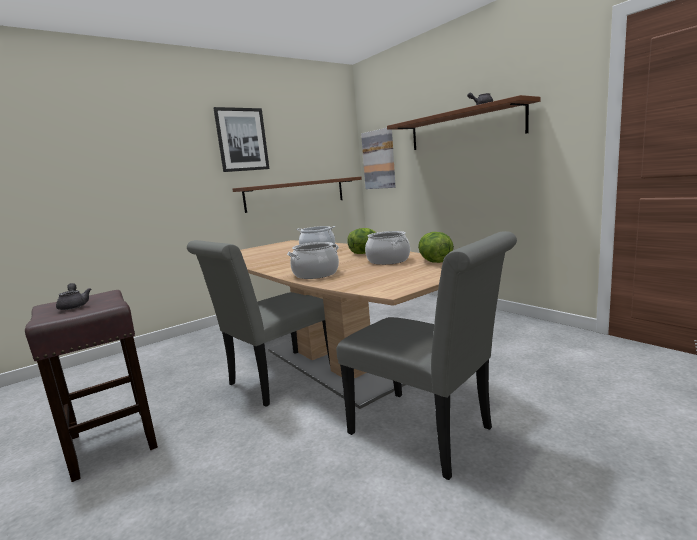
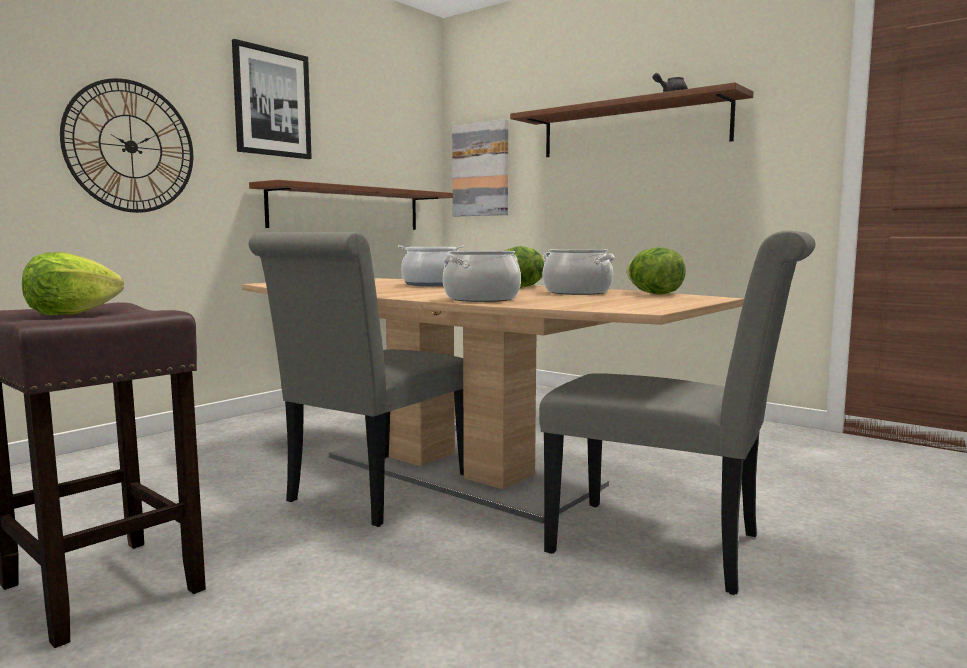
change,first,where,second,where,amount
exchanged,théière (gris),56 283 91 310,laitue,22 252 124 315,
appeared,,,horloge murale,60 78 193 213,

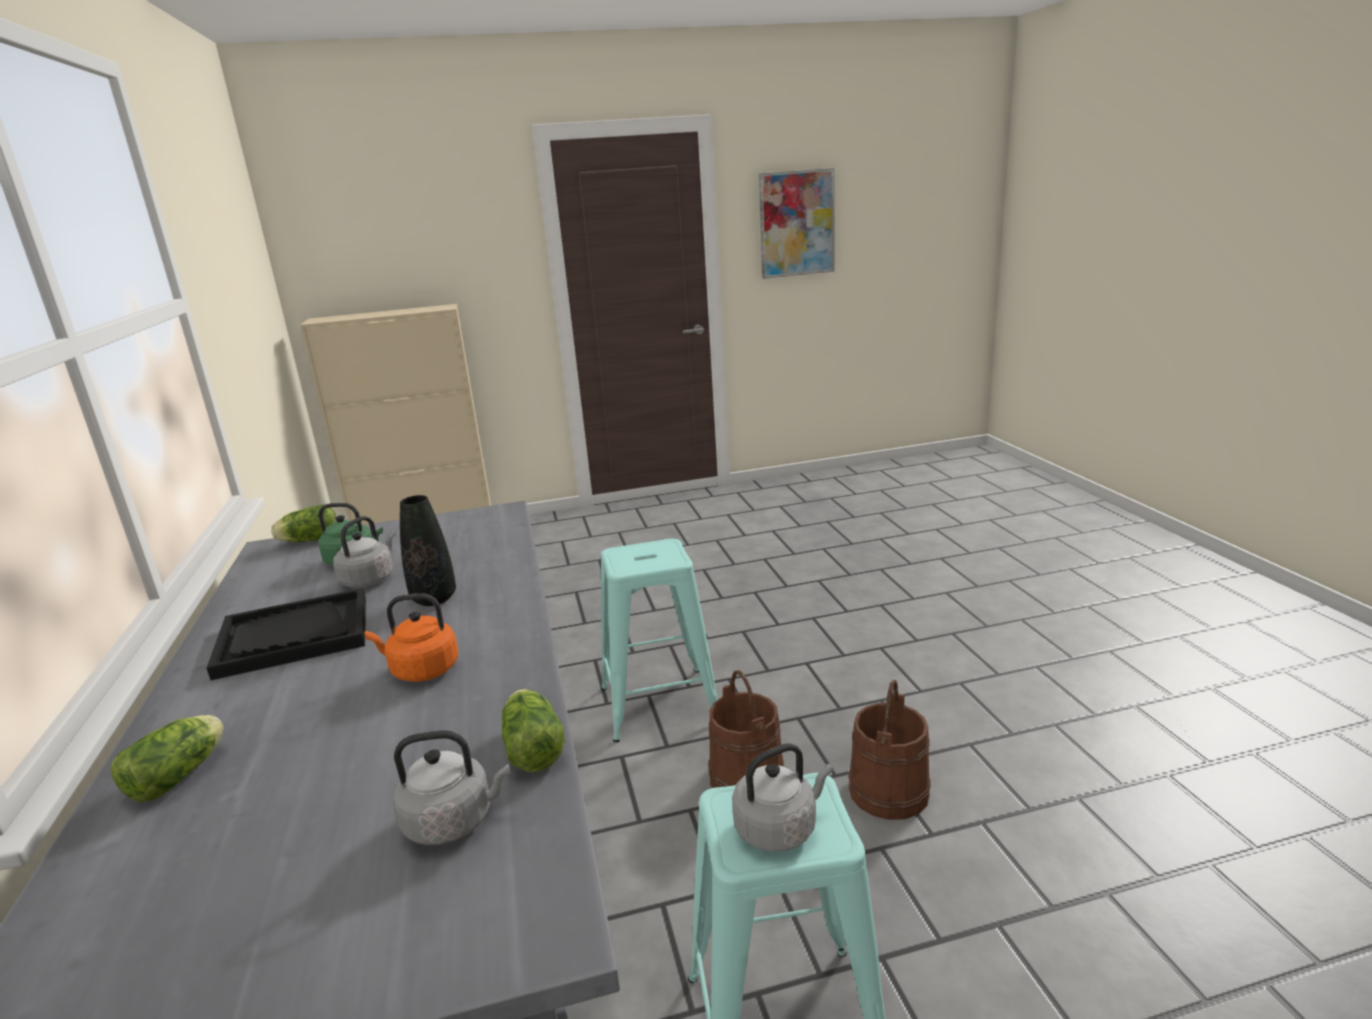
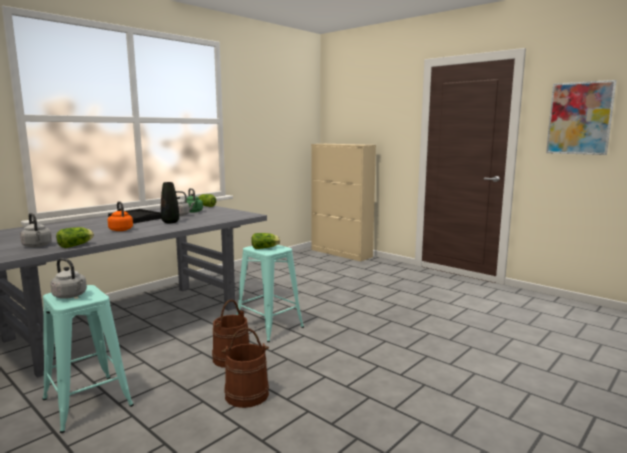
change,first,where,second,where,amount
relocated,laitue,110 715 223 802,,251 233 280 249,

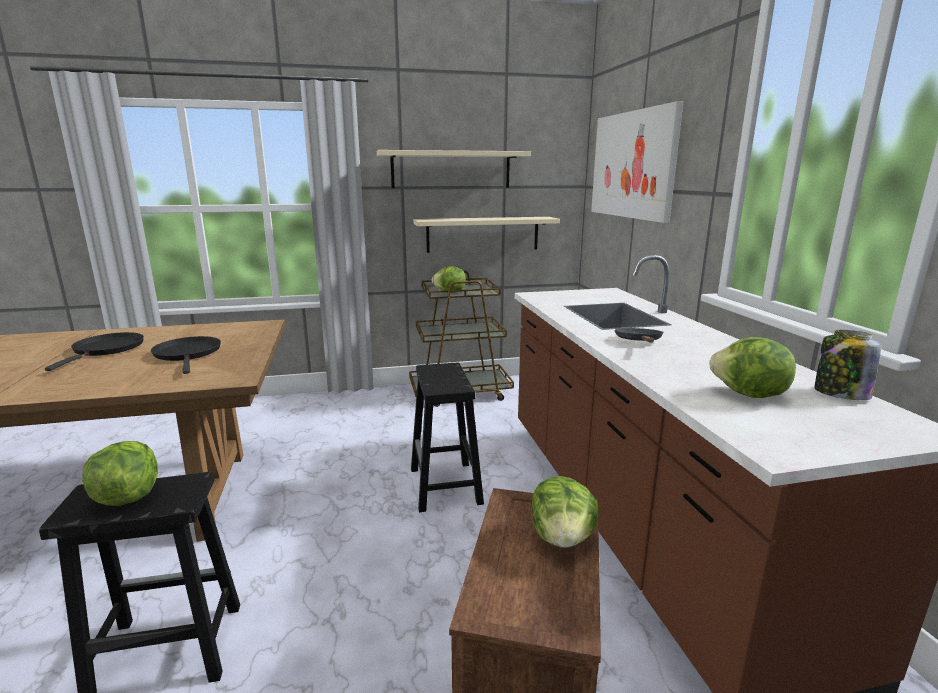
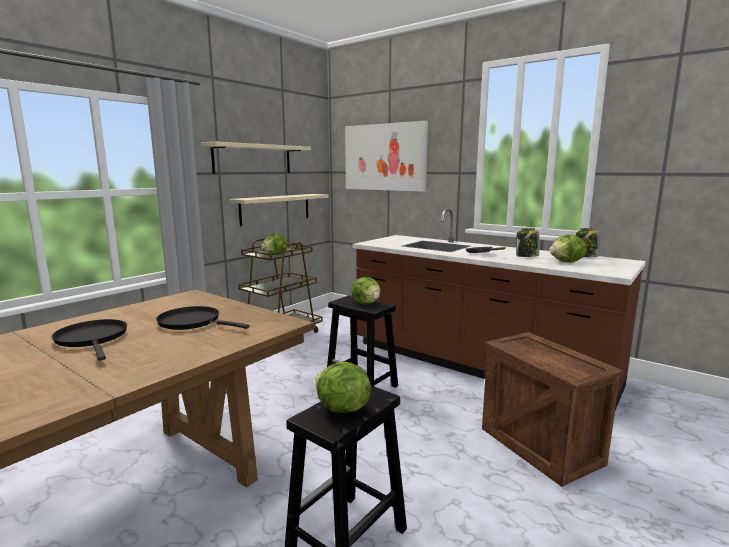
change,first,where,second,where,amount
relocated,laitue,532 476 599 548,,351 277 381 304,
appeared,,,bocal,516 228 539 257,

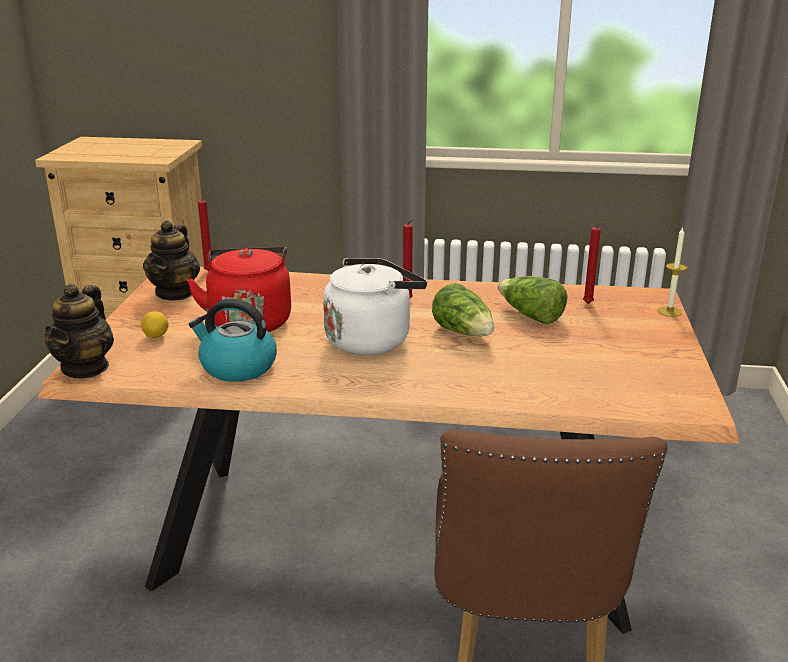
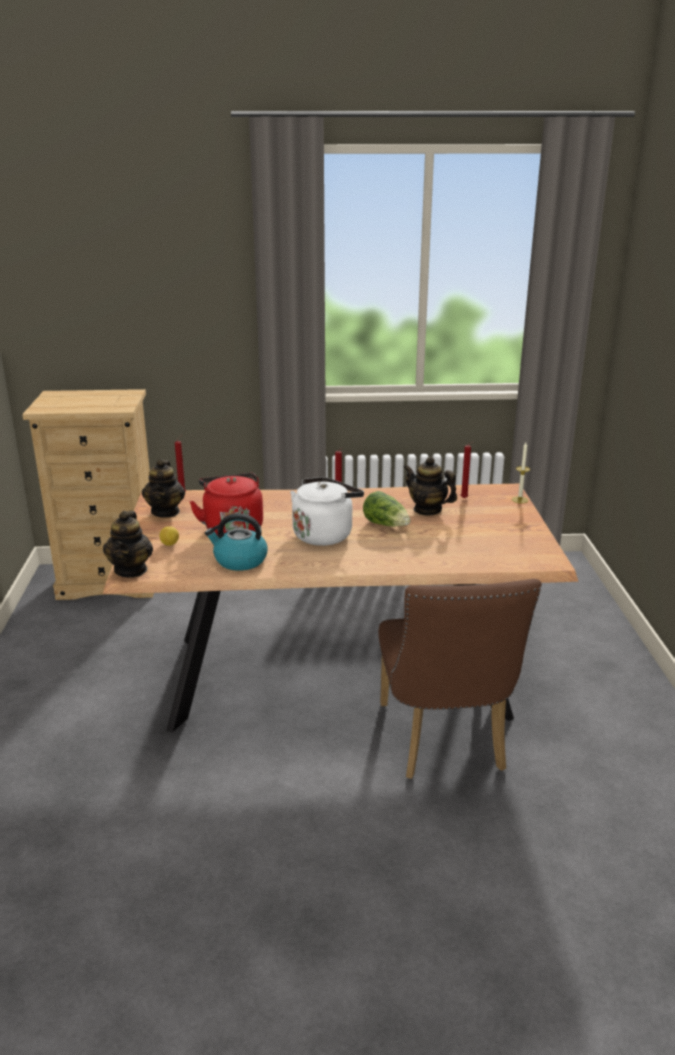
change,first,where,second,where,amount
exchanged,laitue,498 276 567 324,théière,403 457 457 516,

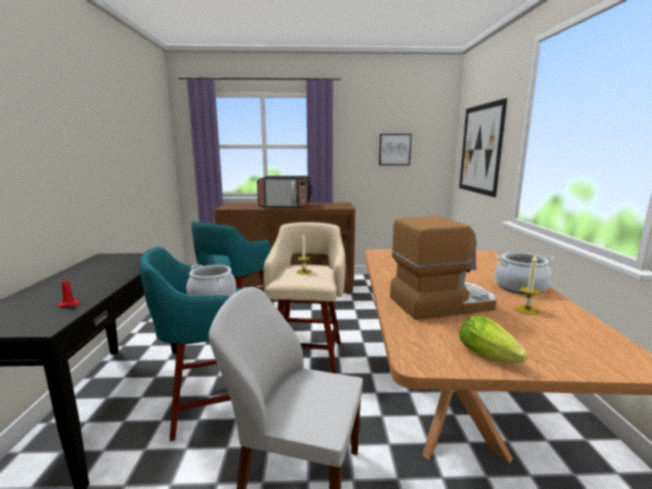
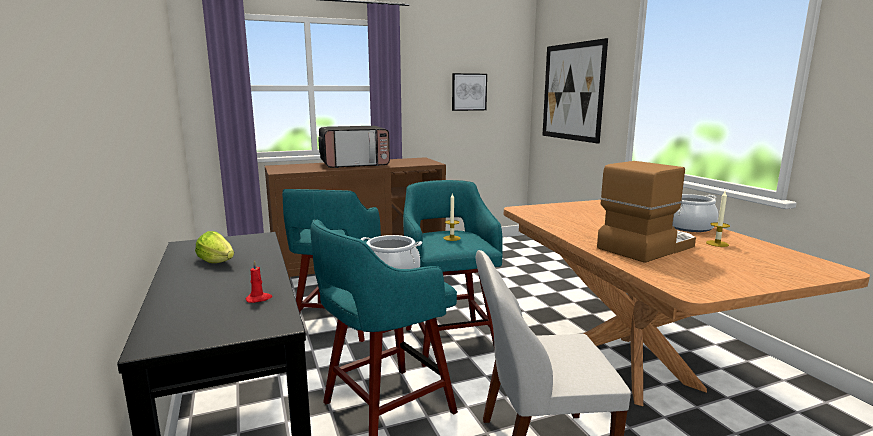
change,first,where,second,where,amount
colour,tabouret (beige),263 222 345 374,tabouret (turquoise),403 180 503 367,
relocated,laitue,459 316 528 363,,195 231 234 263,

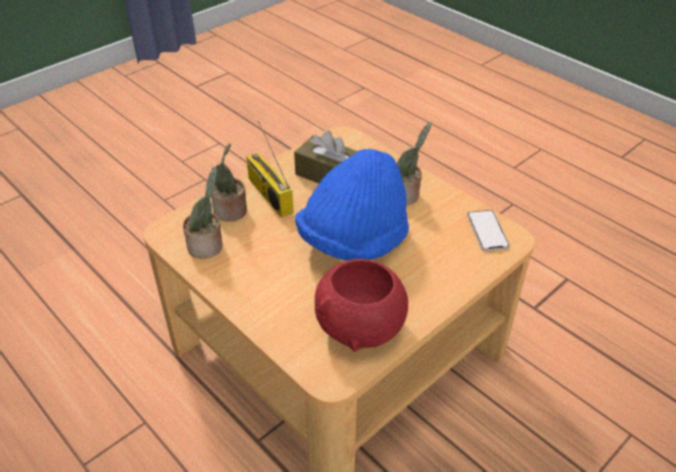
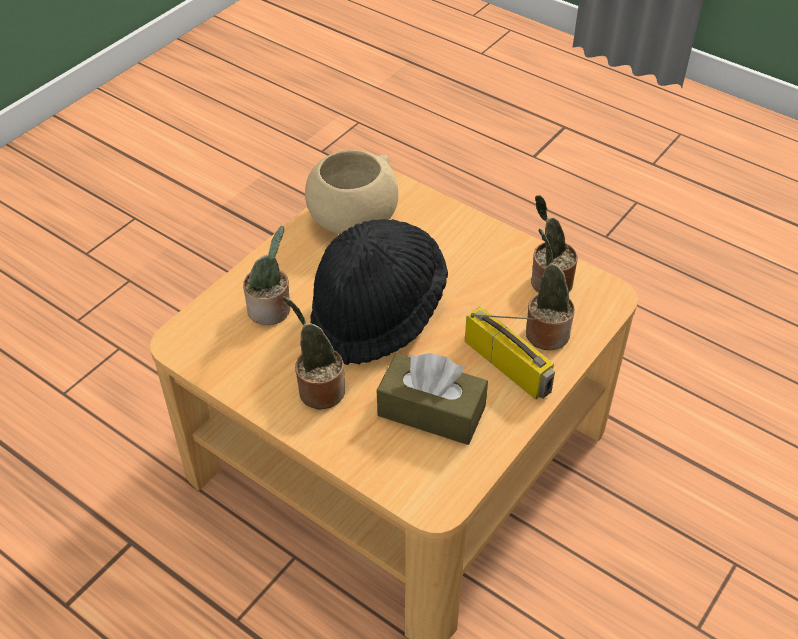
change,first,where,second,where,amount
colour,chapeau (bleu),295 148 409 260,chapeau (noir),310 219 448 365,
missing,téléphone,467 210 510 251,,,
colour,bol (rouge),315 259 408 352,bol (beige),305 149 398 234,
appeared,,,plante en pot,243 226 290 325,

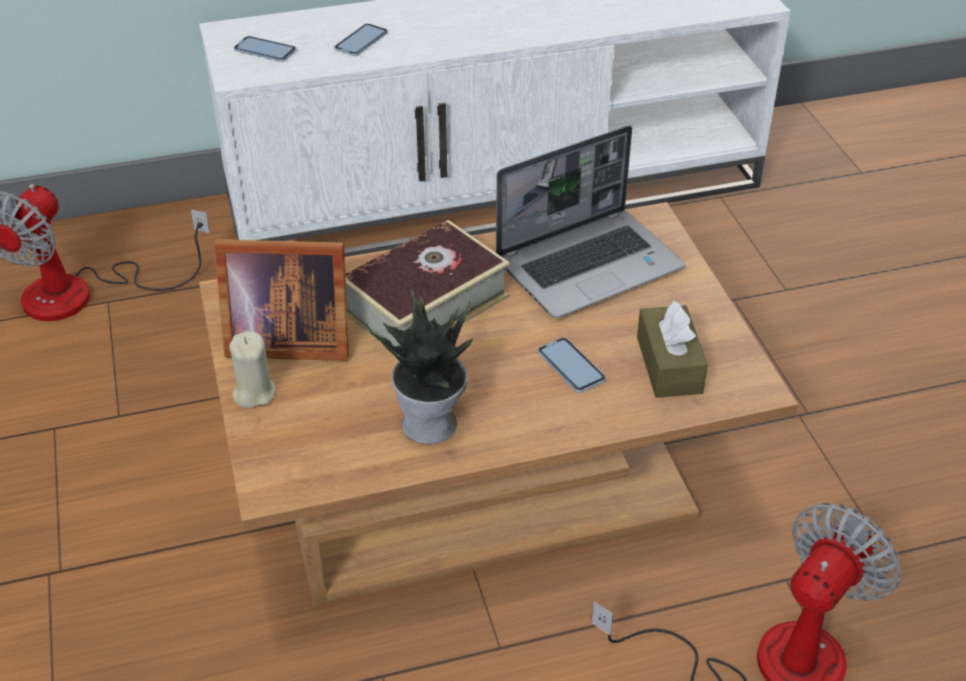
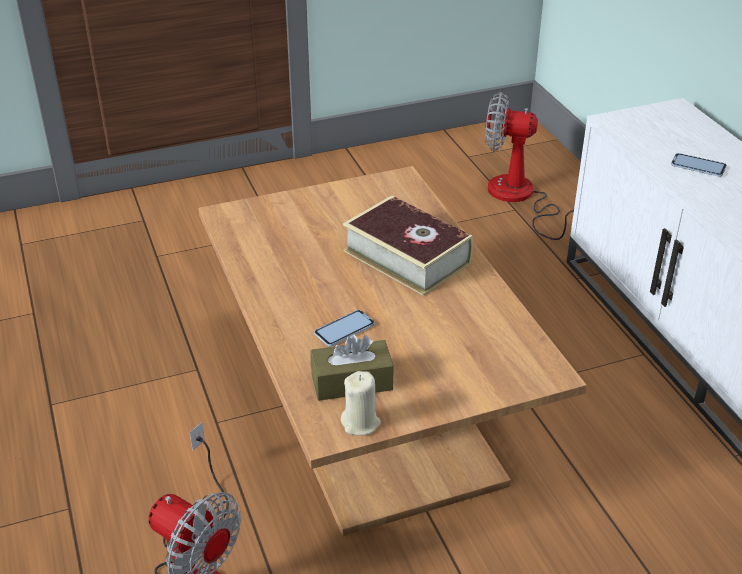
change,first,where,second,where,amount
missing,téléphone,234 36 296 62,,,
missing,ordinateur portable,496 126 685 318,,,
missing,cadre photo,214 239 349 361,,,
missing,plante en pot,366 289 473 444,,,
relocated,bougie (beige),229 331 276 408,,341 371 381 435,

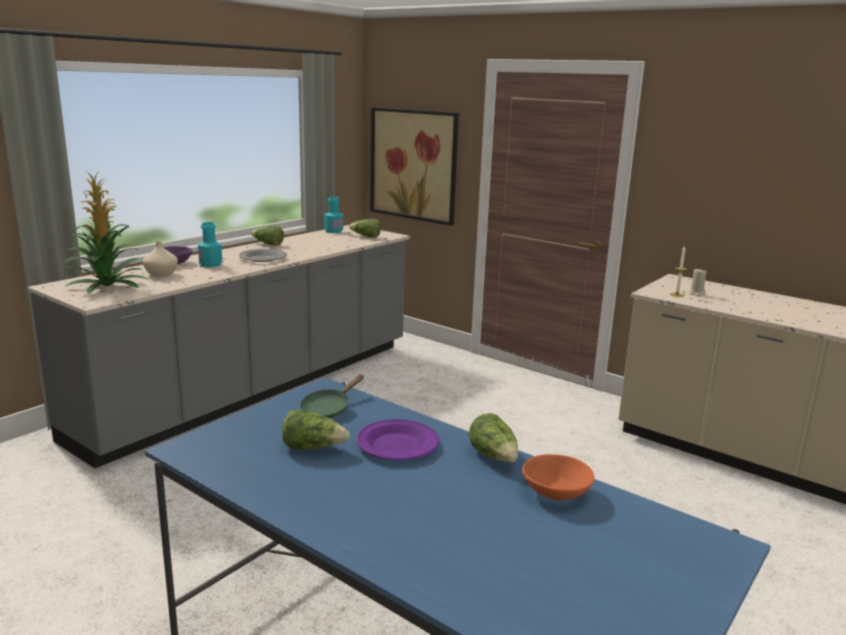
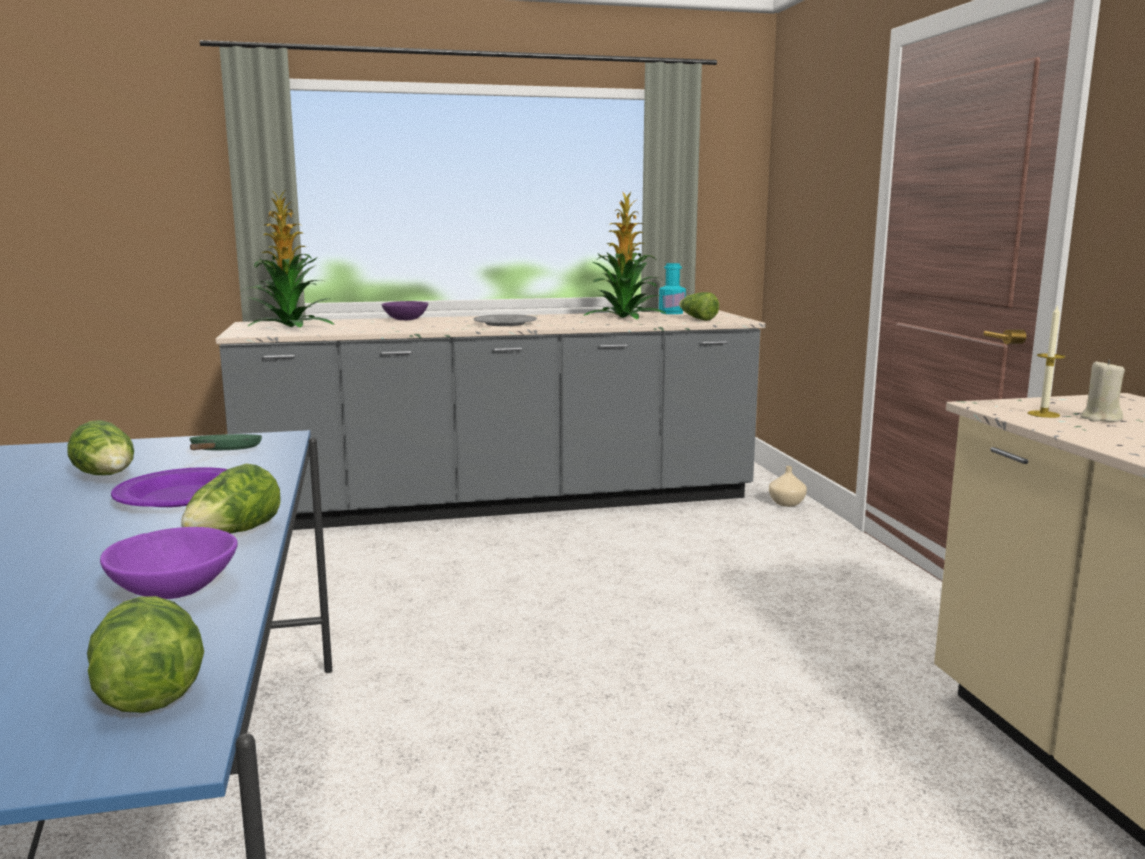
change,first,where,second,where,amount
missing,tableau,370 107 459 226,,,
missing,bouteille (turquoise),198 222 222 267,,,
relocated,laitue,251 225 284 246,,87 596 204 713,
relocated,vase (beige),143 241 178 277,,769 466 807 507,
spun,poêle (vert),300 375 364 418,,189 434 262 450,105 degrees clockwise
colour,bol (orange),522 454 595 500,bol (violet),100 527 238 599,
appeared,,,plante en pot,584 191 667 319,

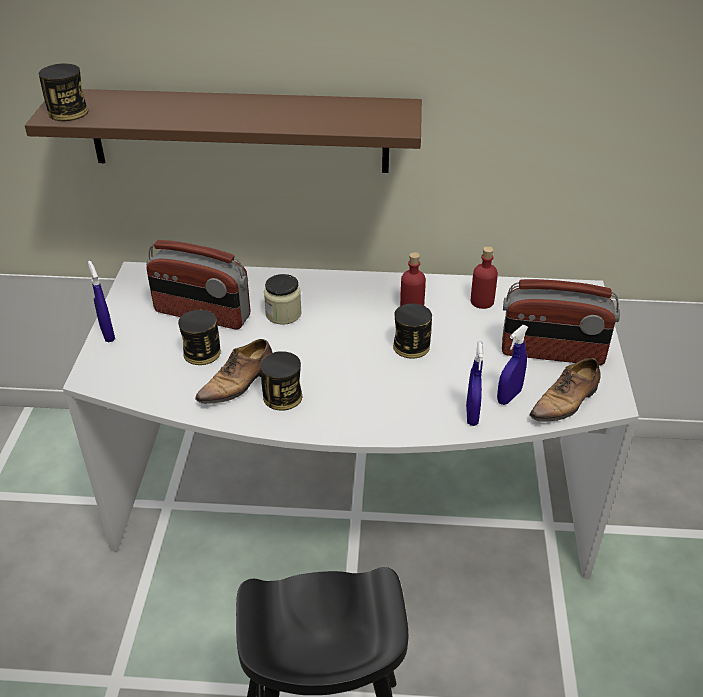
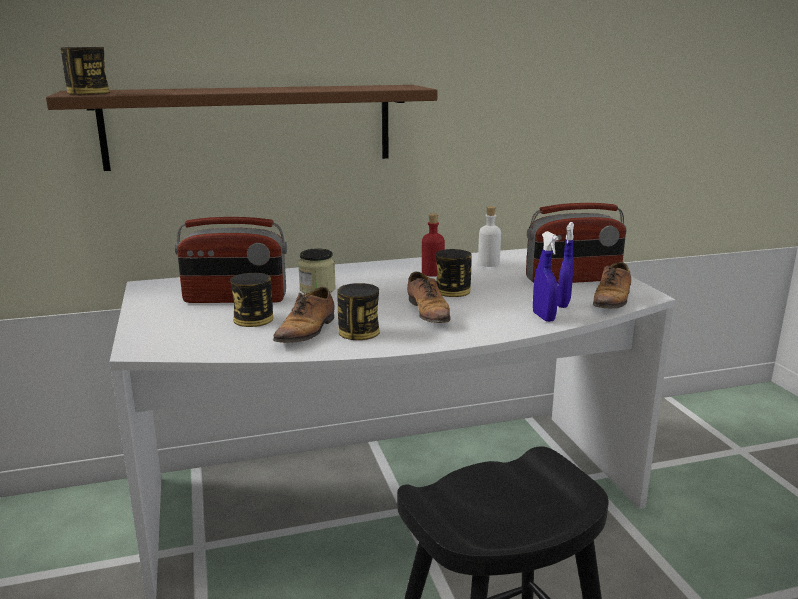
change,first,where,second,where,amount
colour,bouteille (rouge),471 246 498 309,bouteille (blanc),478 206 501 267,
missing,vaporisateur (bleu),88 261 115 342,,,
appeared,,,chaussure,407 272 451 323,

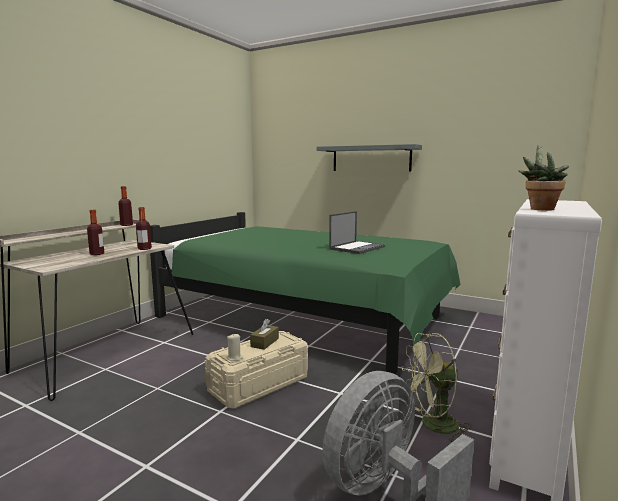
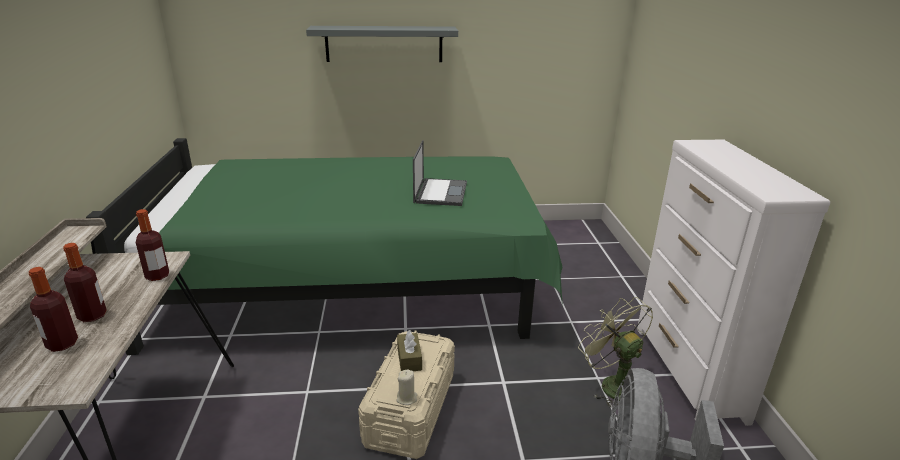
change,first,where,second,where,amount
missing,plante en pot,518 145 569 211,,,
relocated,bouteille,118 186 133 226,,28 267 78 352,
spun,ventilateur (vert),402 333 472 443,,578 297 653 407,105 degrees clockwise

